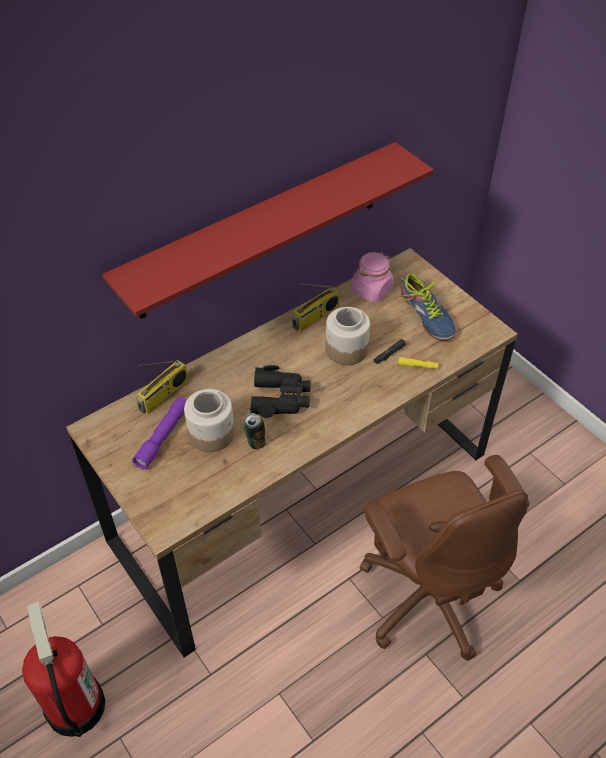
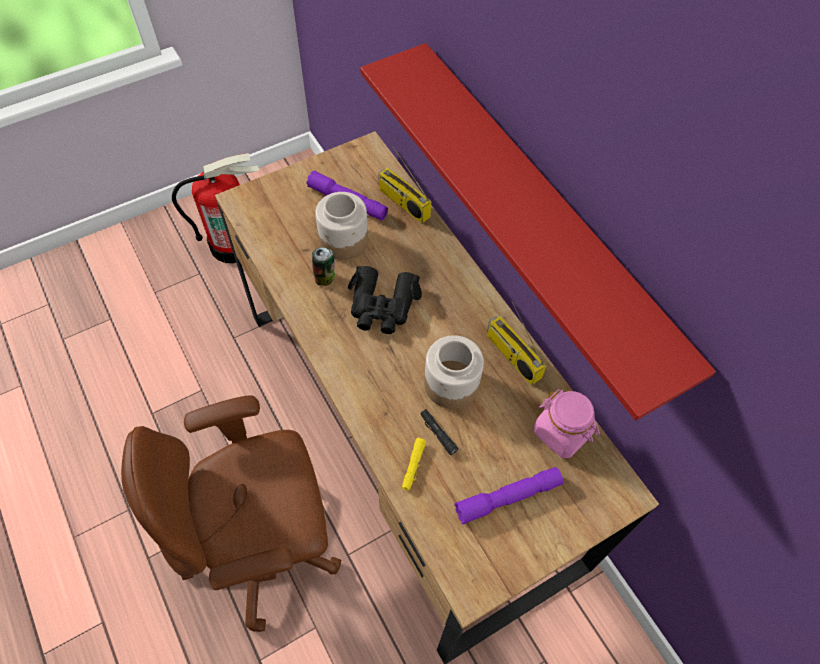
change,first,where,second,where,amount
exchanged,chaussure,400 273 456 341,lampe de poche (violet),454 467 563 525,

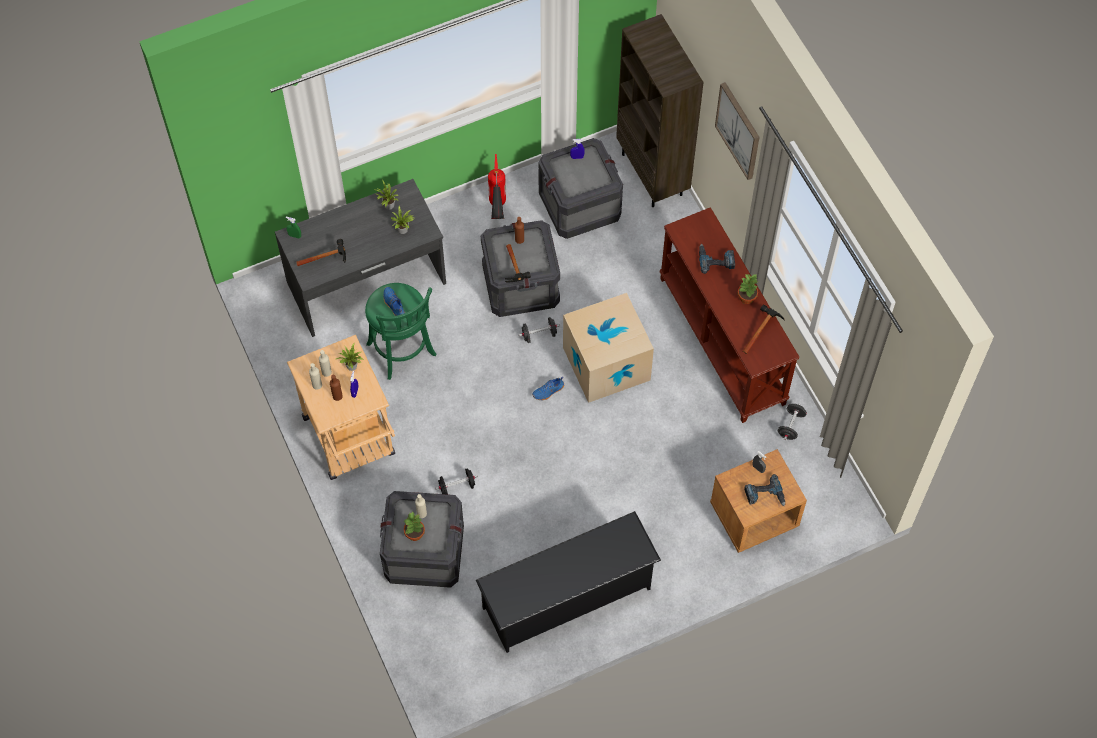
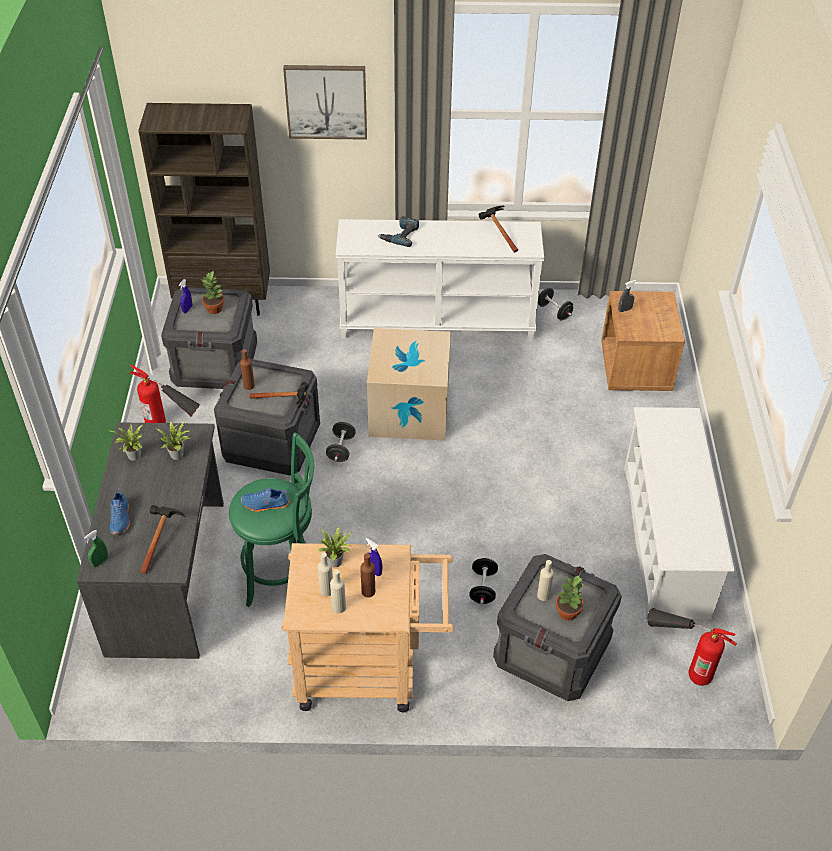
change,first,where,second,where,amount
colour,table console (marron),660 207 799 423,table console (blanc),336 219 544 341,
relocated,plante en pot,738 274 758 304,,202 271 224 314,
relocated,chaussure (bleu),532 377 564 400,,110 488 130 535,
missing,perceuse,744 474 785 506,,,
colour,étagère à chaussures (noir),476 511 661 653,étagère à chaussures (blanc),624 407 735 621,
appeared,,,extincteur,647 608 737 686,

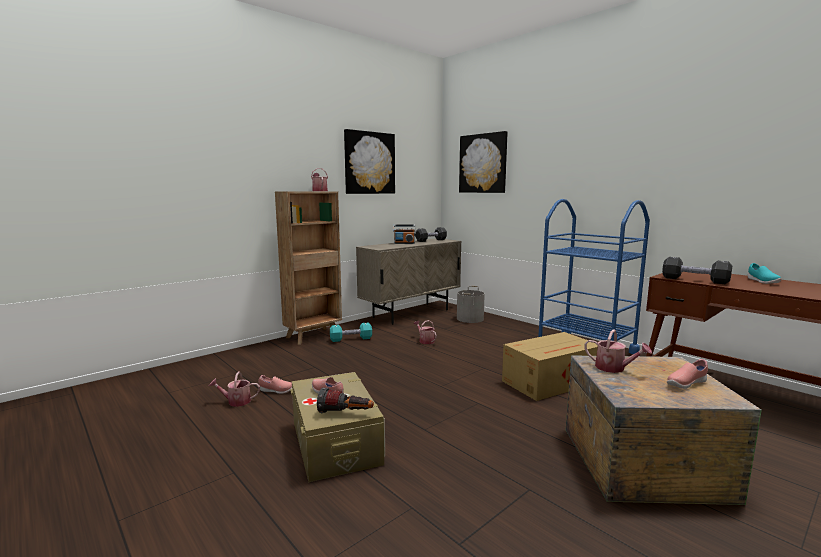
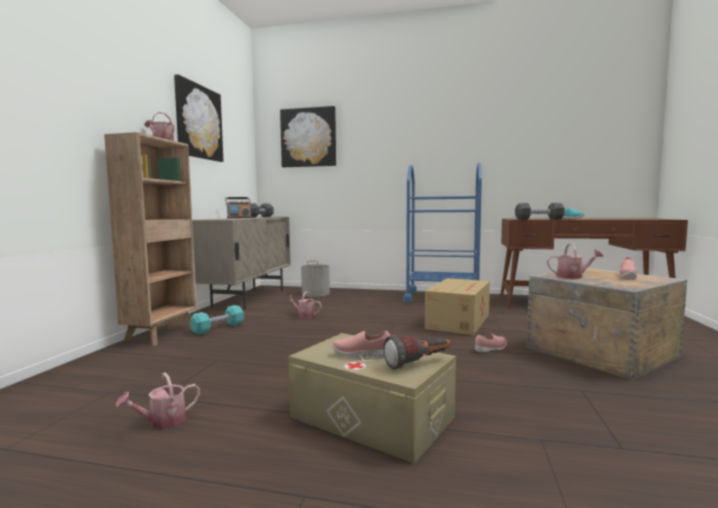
change,first,where,second,where,amount
relocated,chaussure (rose),258 375 292 394,,475 333 507 353,

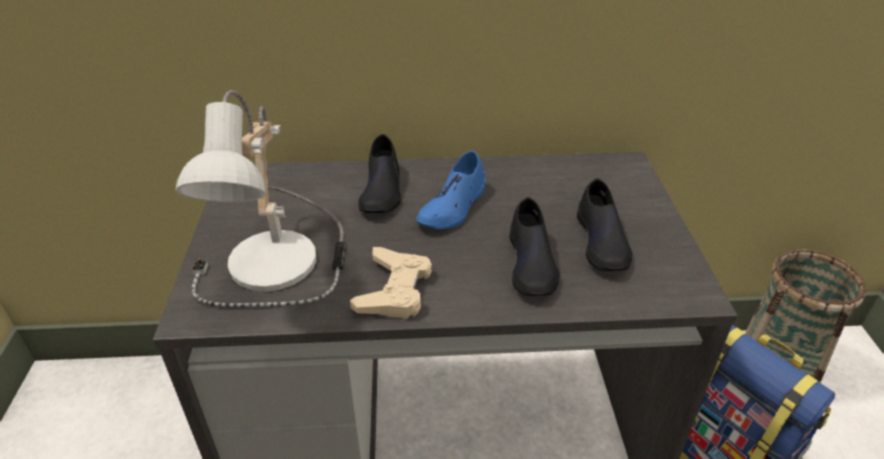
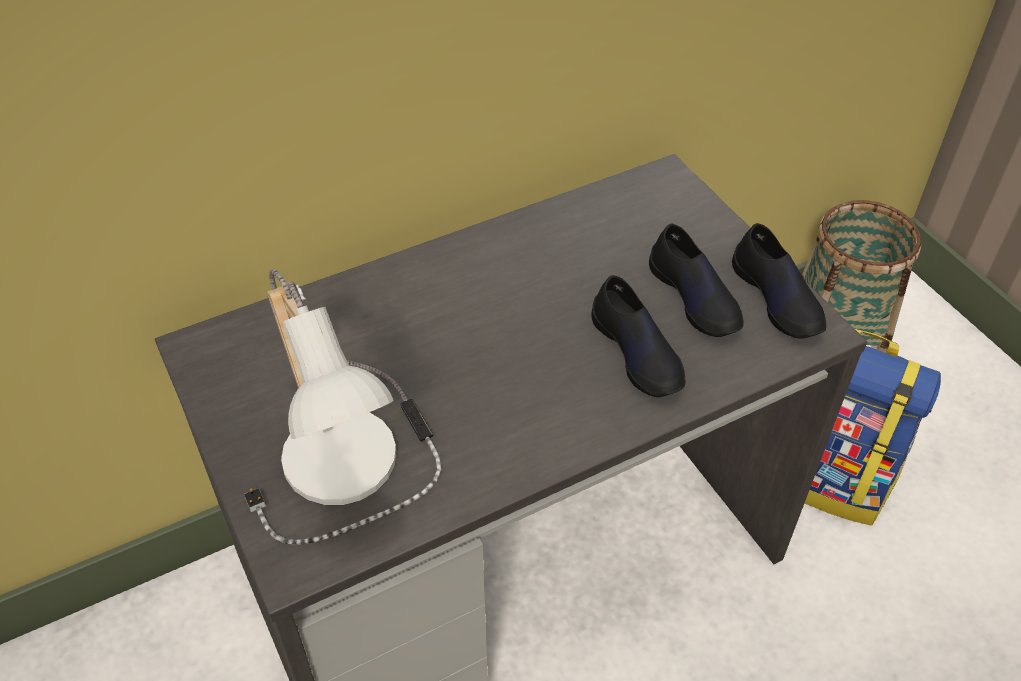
change,first,where,second,where,amount
relocated,chaussure (noir),358 134 401 213,,732 223 826 339,
missing,chaussure (bleu),416 150 486 230,,,
missing,manette (beige),350 247 432 319,,,

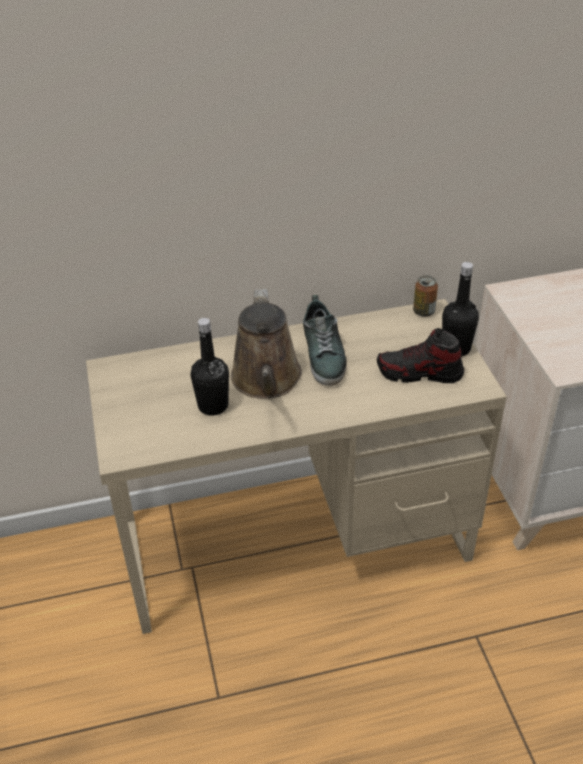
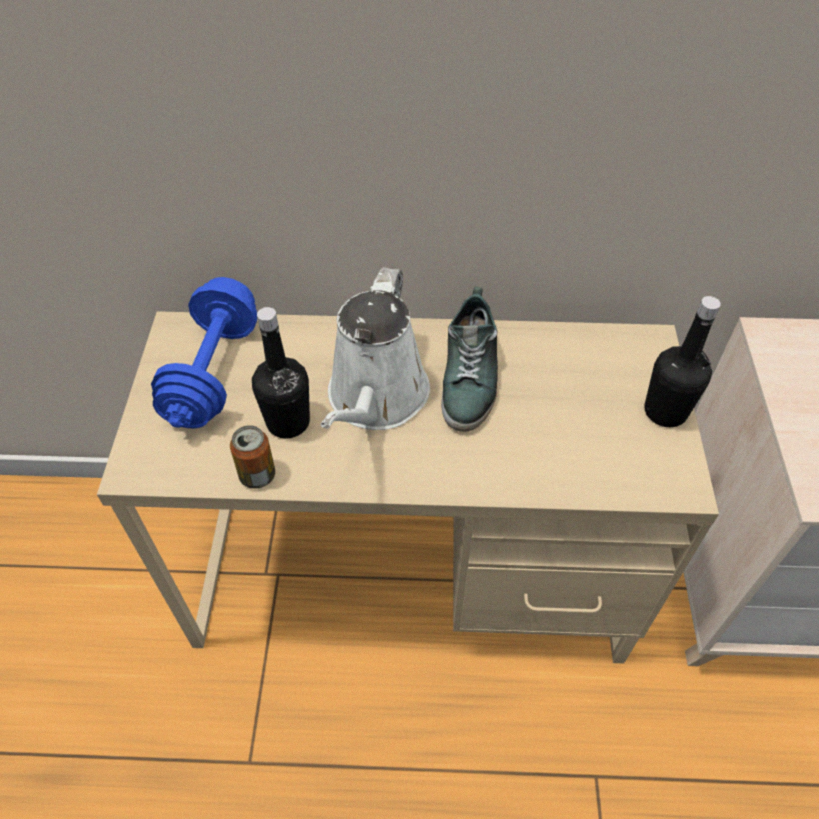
change,first,where,second,where,amount
relocated,boîte métallique,413 276 438 317,,230 425 275 489,
colour,arrosoir (marron),231 289 302 399,arrosoir (blanc),320 267 430 430,
missing,chaussure,377 328 464 383,,,
appeared,,,haltère (bleu),151 277 257 429,

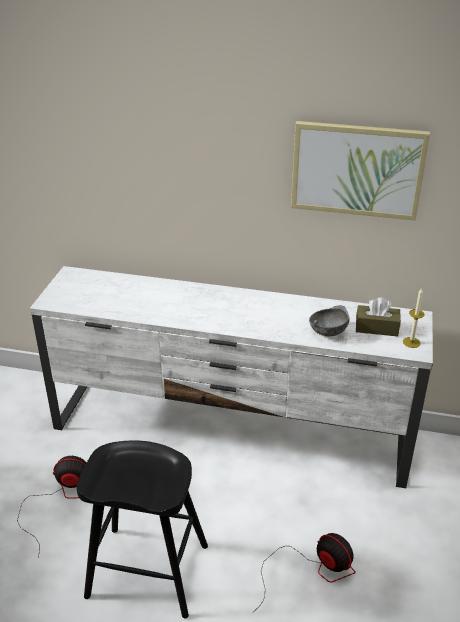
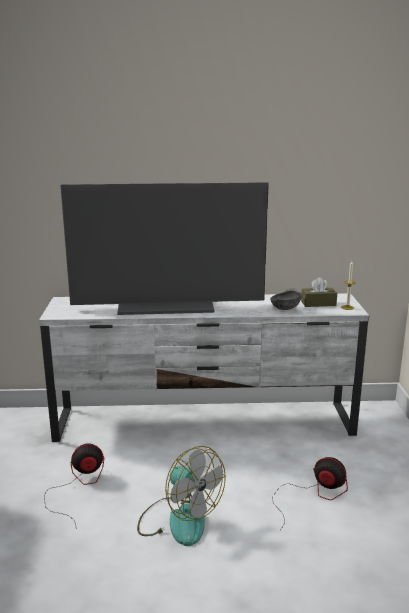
change,first,where,second,where,amount
missing,tableau,291 121 430 221,,,
exchanged,tabouret (noir),76 440 208 619,ventilateur,137 446 226 546,
appeared,,,téléviseur,60 182 269 315,

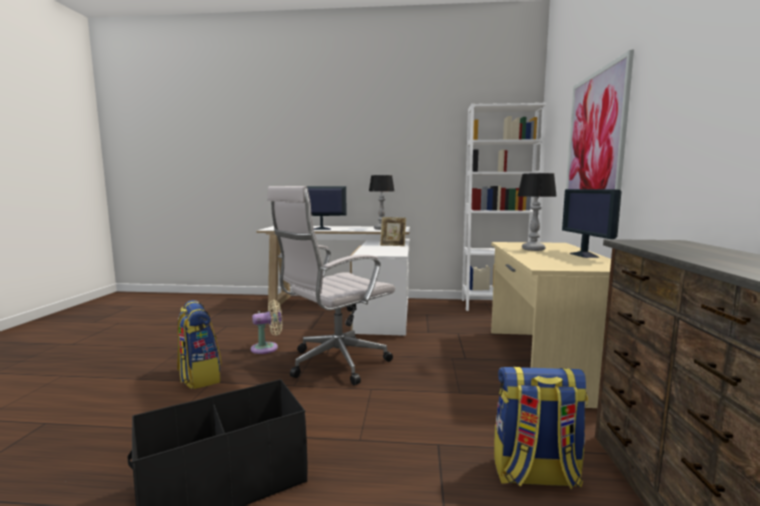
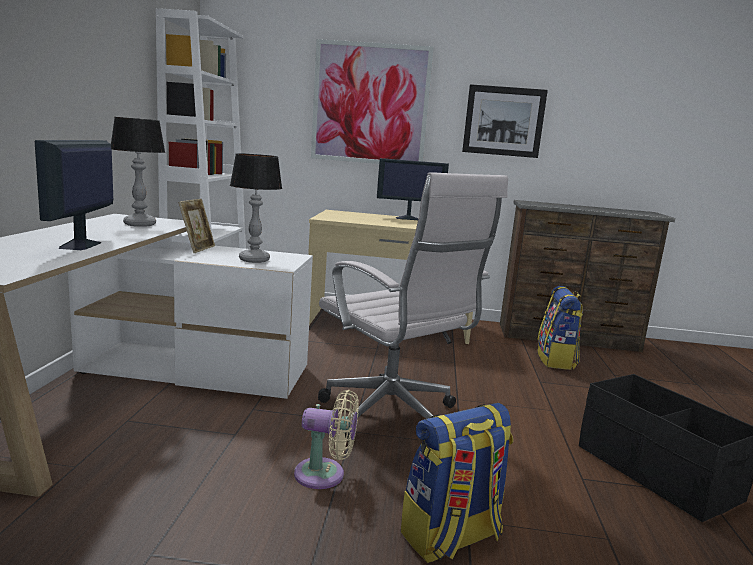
change,first,where,second,where,amount
relocated,lampe de table,518 173 557 251,,230 153 282 263,
spun,ventilateur (beige),251 300 282 354,,294 390 359 489,120 degrees clockwise
appeared,,,tableau,462 84 548 158,

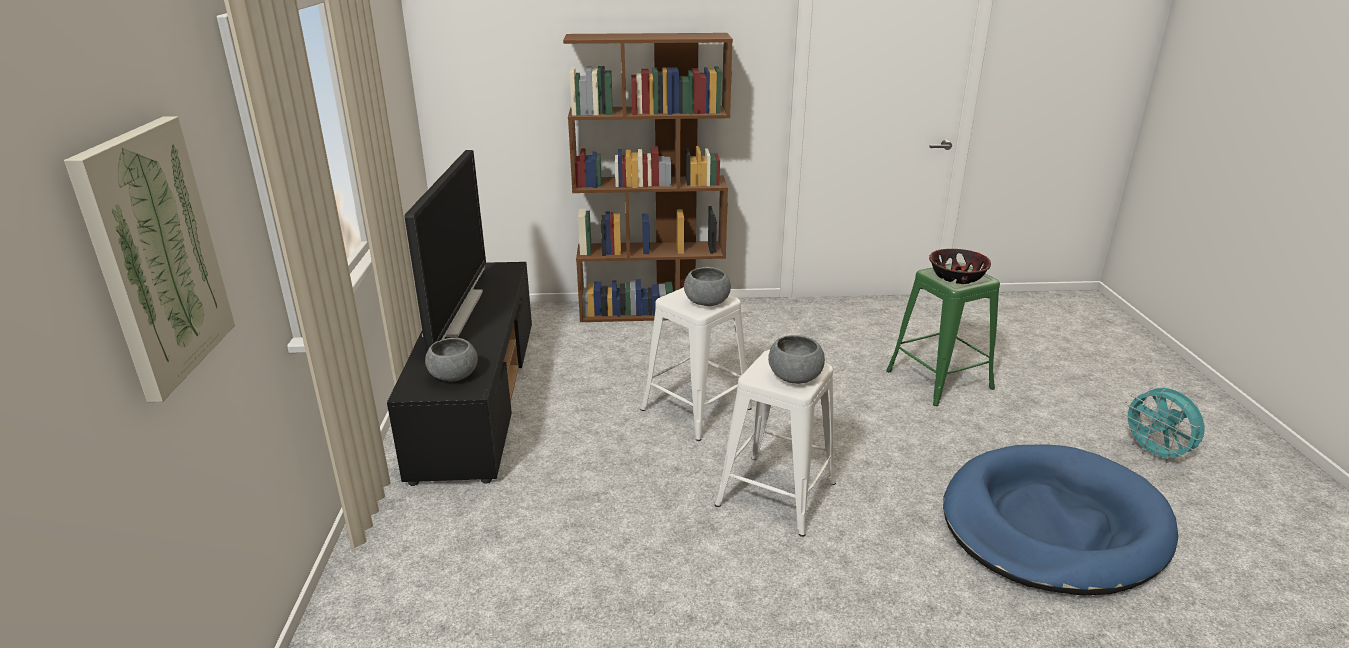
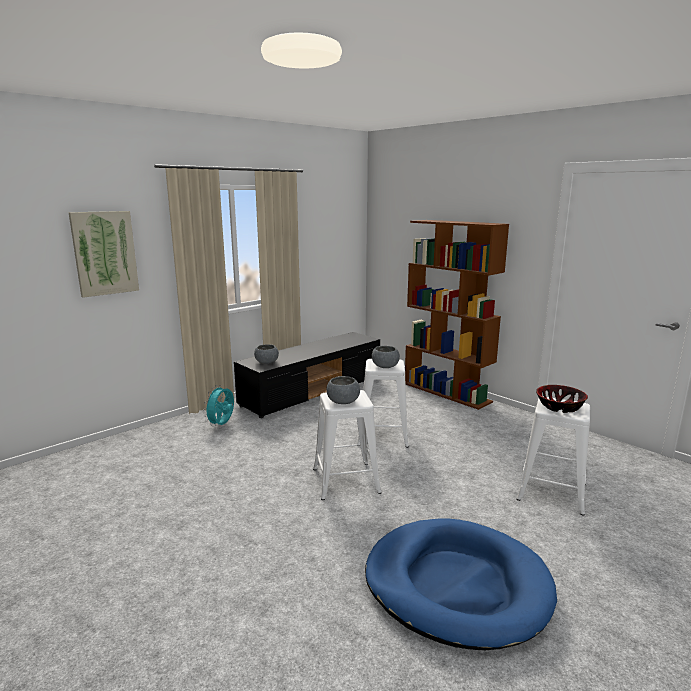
change,first,where,second,where,amount
missing,téléviseur,405 150 486 351,,,
colour,tabouret (vert),886 262 1000 406,tabouret (blanc),516 397 590 516,
relocated,ventilateur (turquoise),1121 387 1204 463,,203 385 234 426,

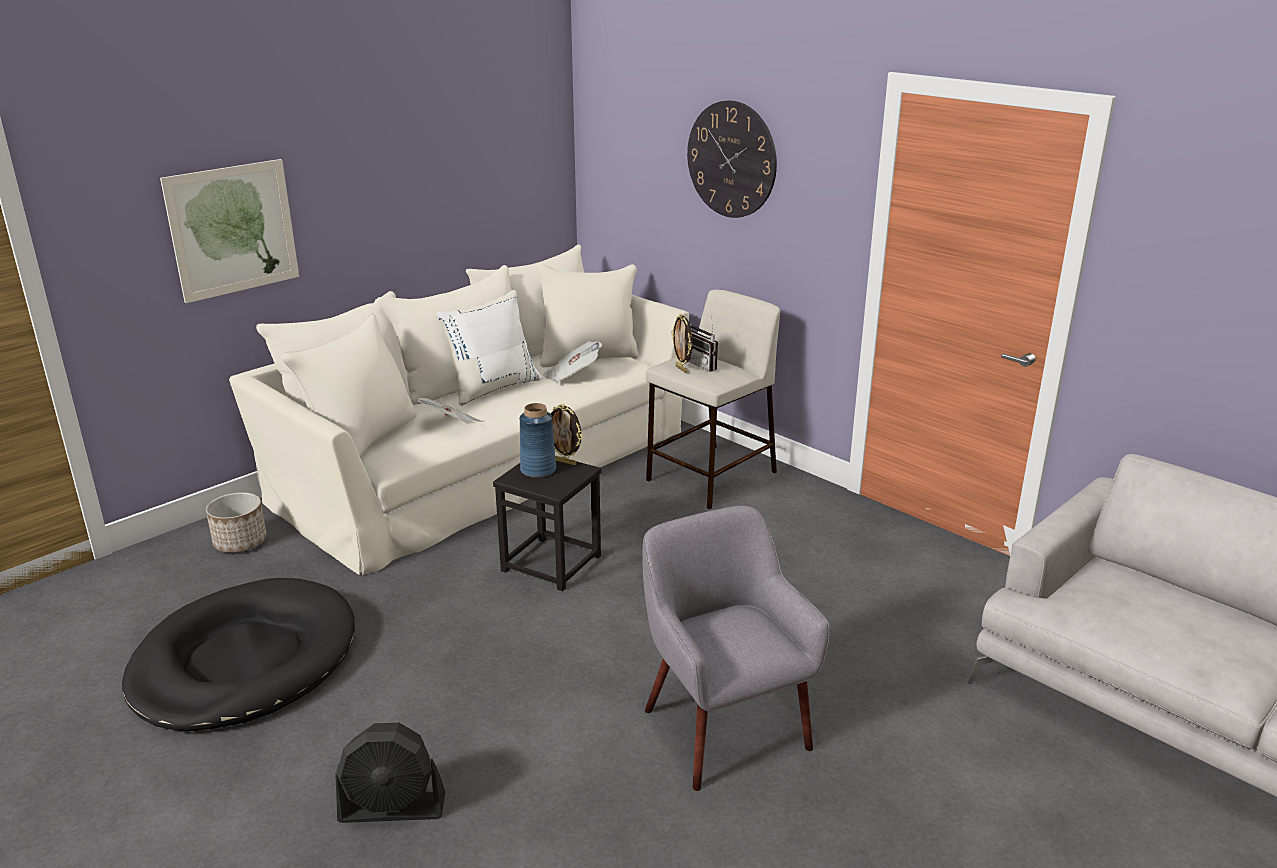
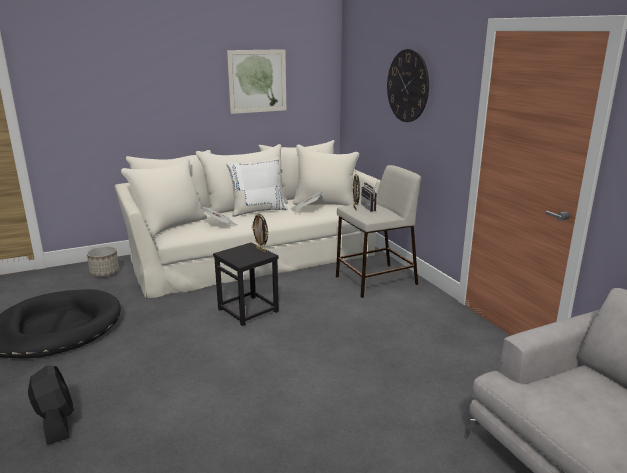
change,first,where,second,where,amount
relocated,tableau,160 159 299 303,,227 49 286 114,
missing,vase (bleu),519 403 556 478,,,
missing,fauteuil (gris),643 506 830 791,,,
spun,ventilateur (noir),335 723 445 823,,28 365 74 445,135 degrees counterclockwise

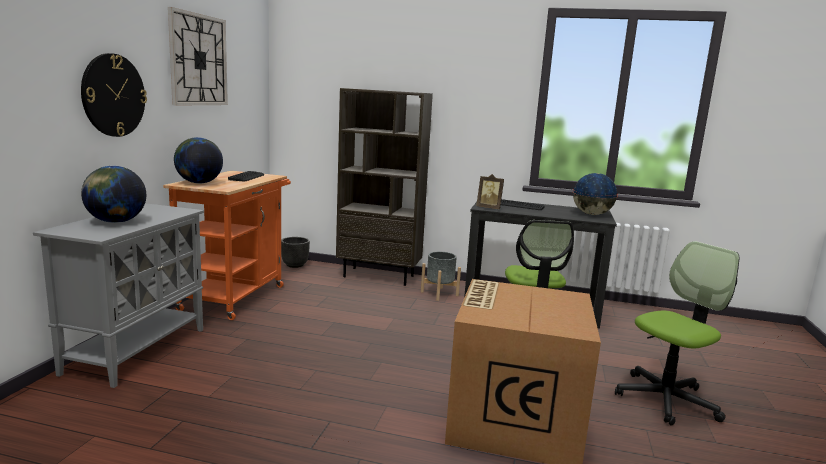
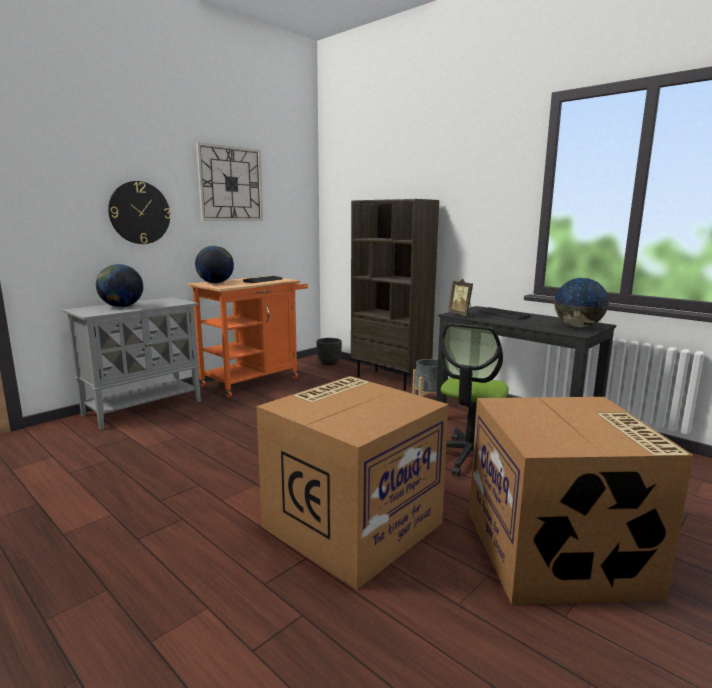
change,first,where,second,where,amount
exchanged,chaise de bureau,615 241 740 426,carton,469 397 694 605,

